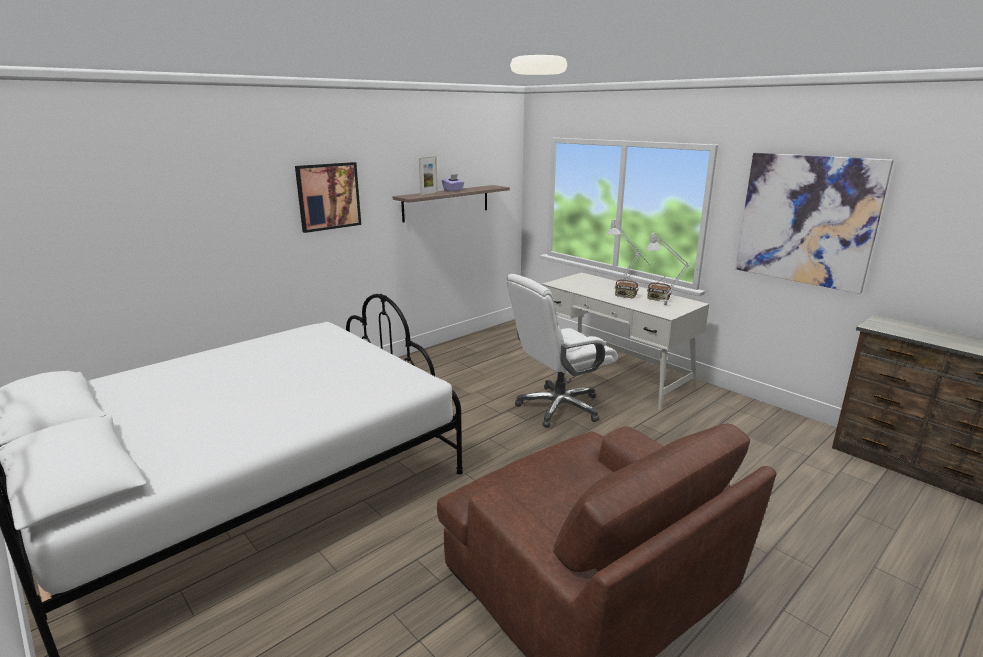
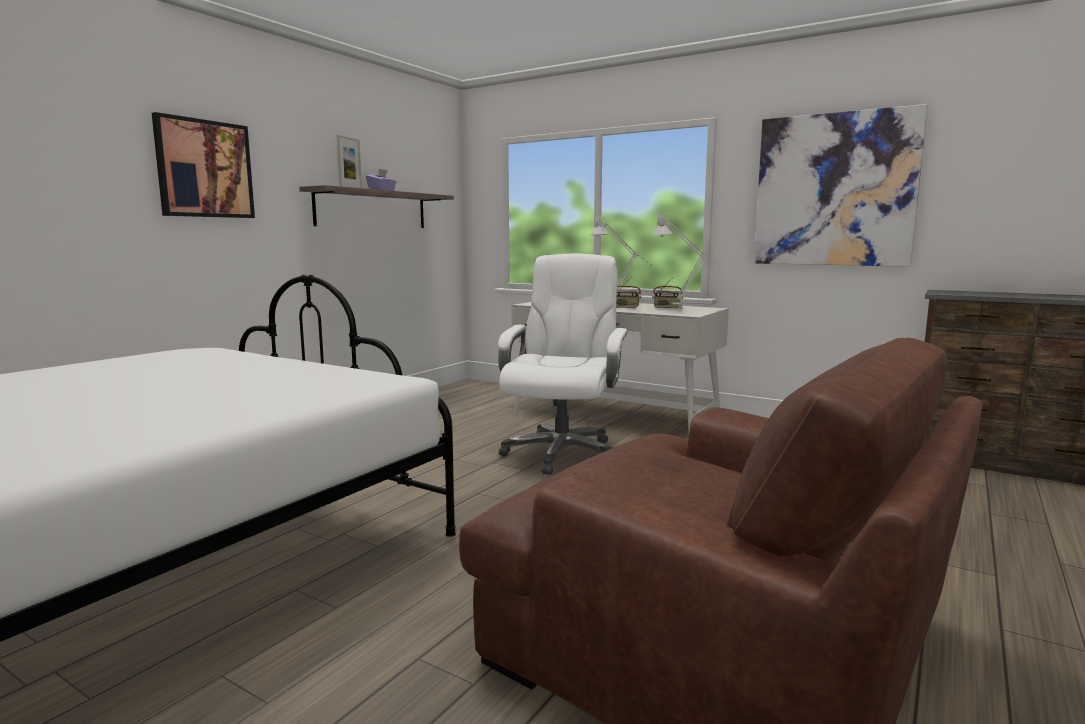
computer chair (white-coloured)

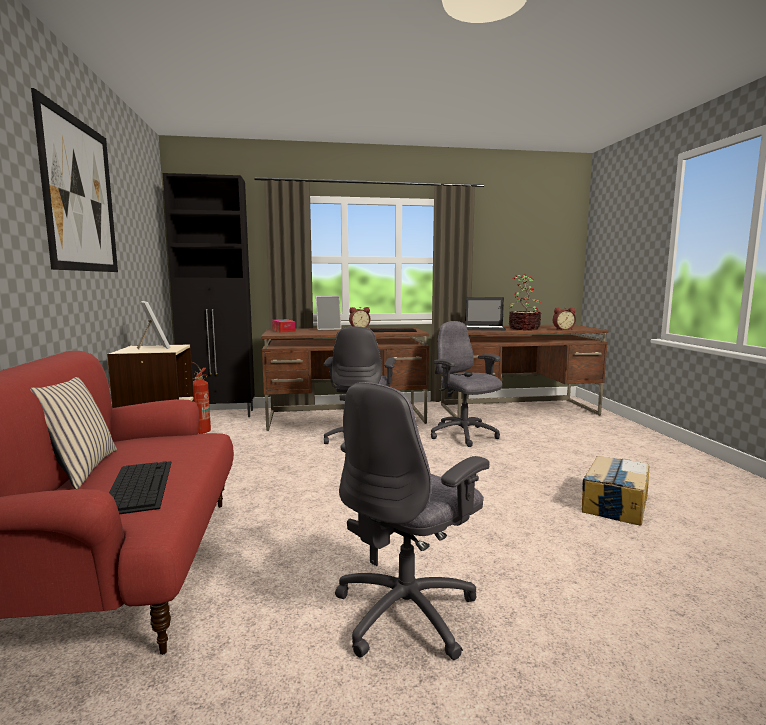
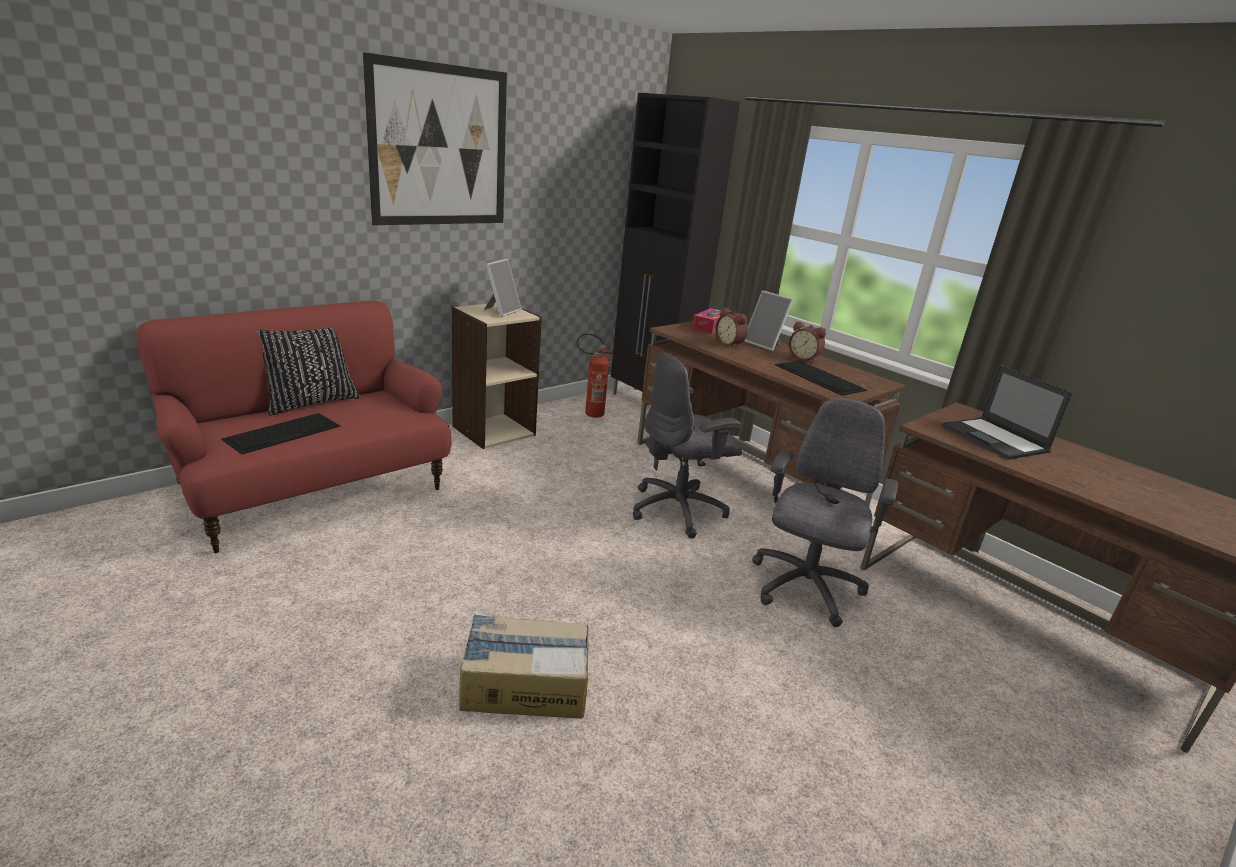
houseplant
table clock (1st from left)
throw pillow (blackish)
computer chair (grey) (2nd from left in the first image)
carton

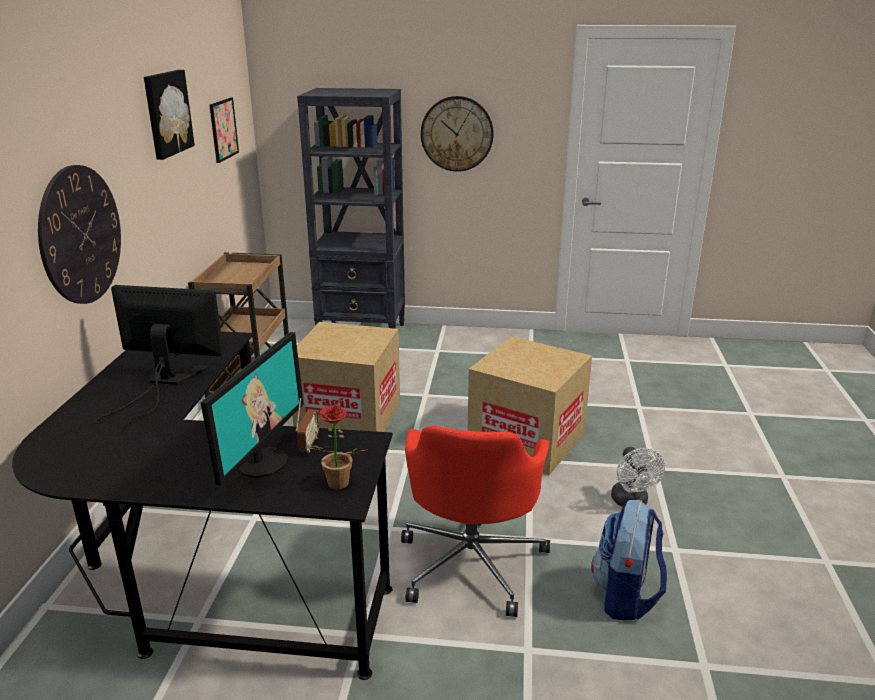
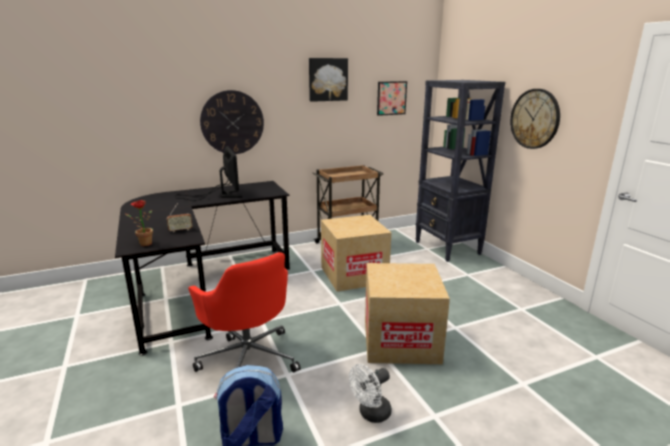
computer screen (2nd from left in the first image)
computer chair (red-coloured)

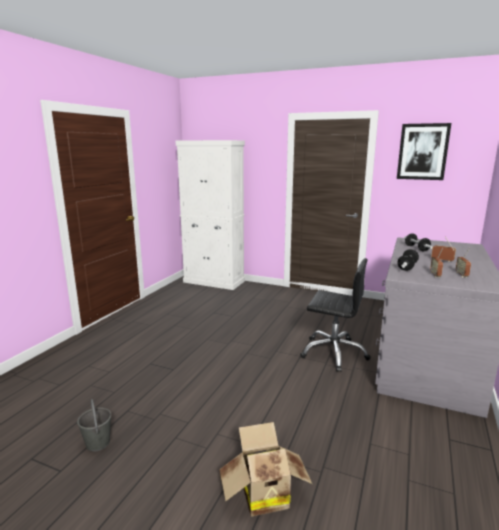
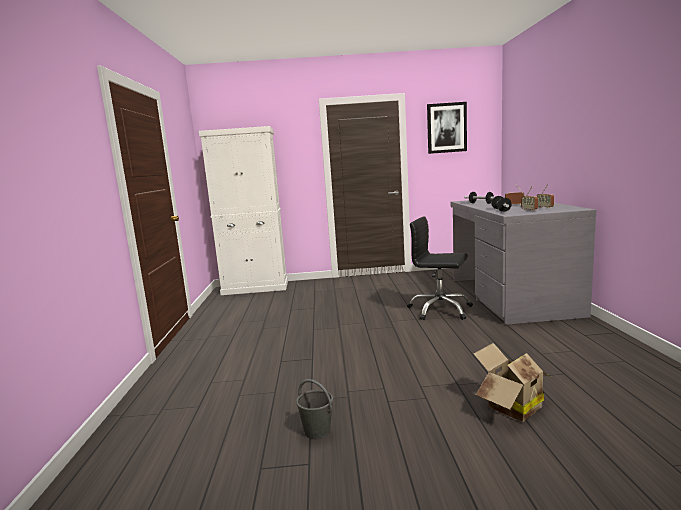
computer chair (blackish)

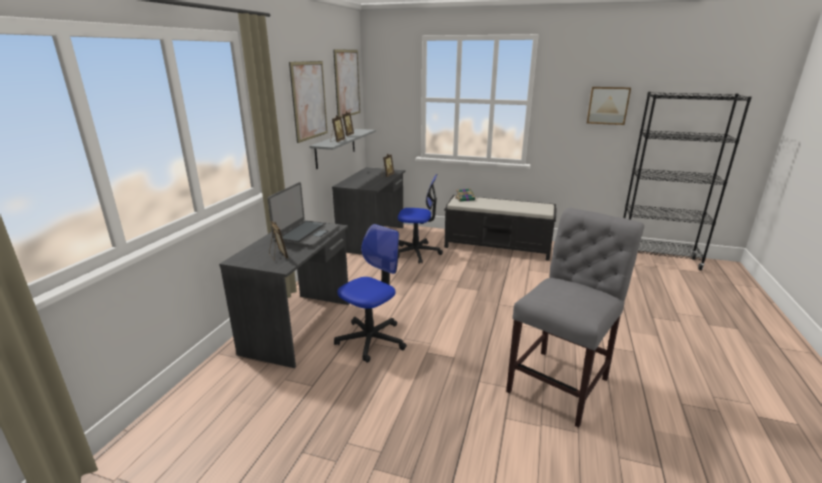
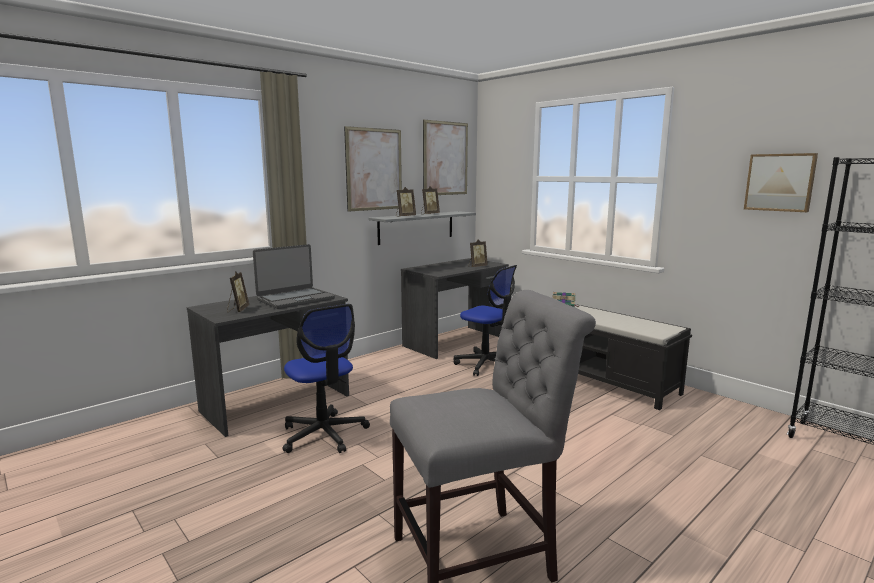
computer chair (1st from left)

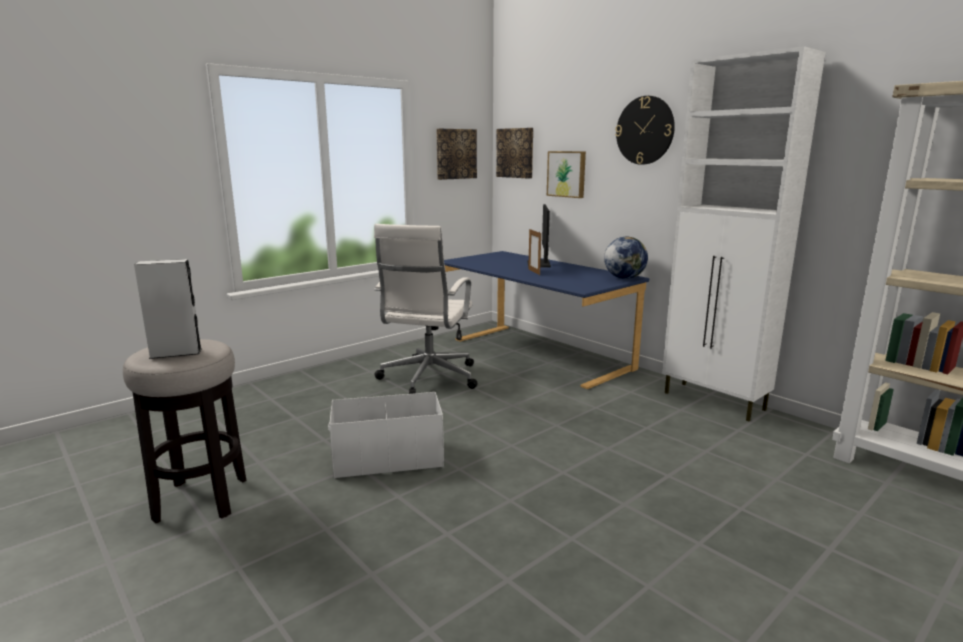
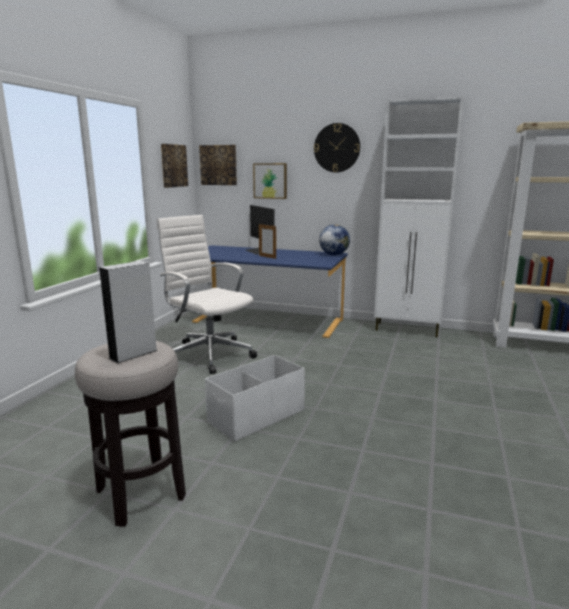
computer chair (white-coloured)

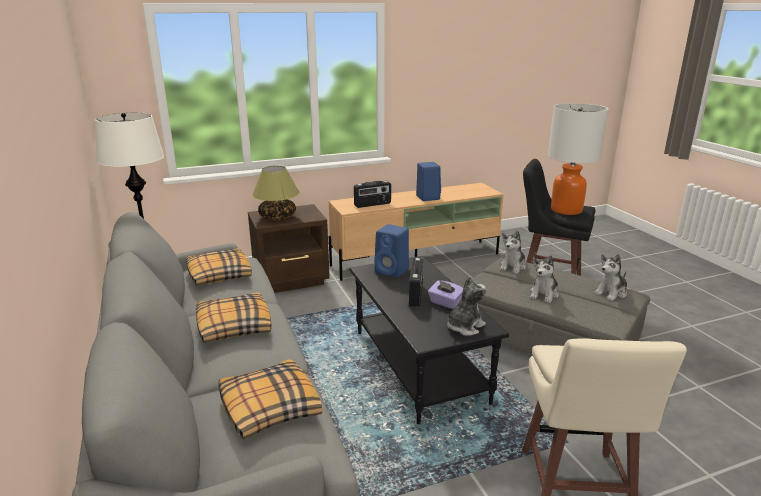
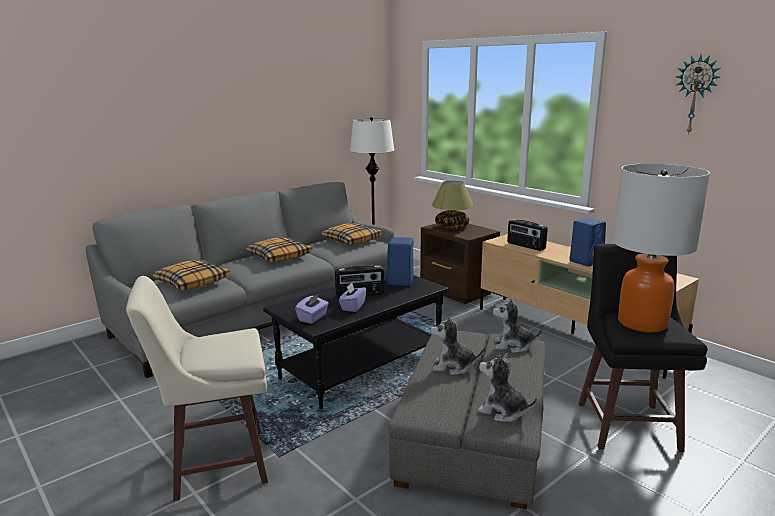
box of tissues (purplish) (1st from left)
wall clock

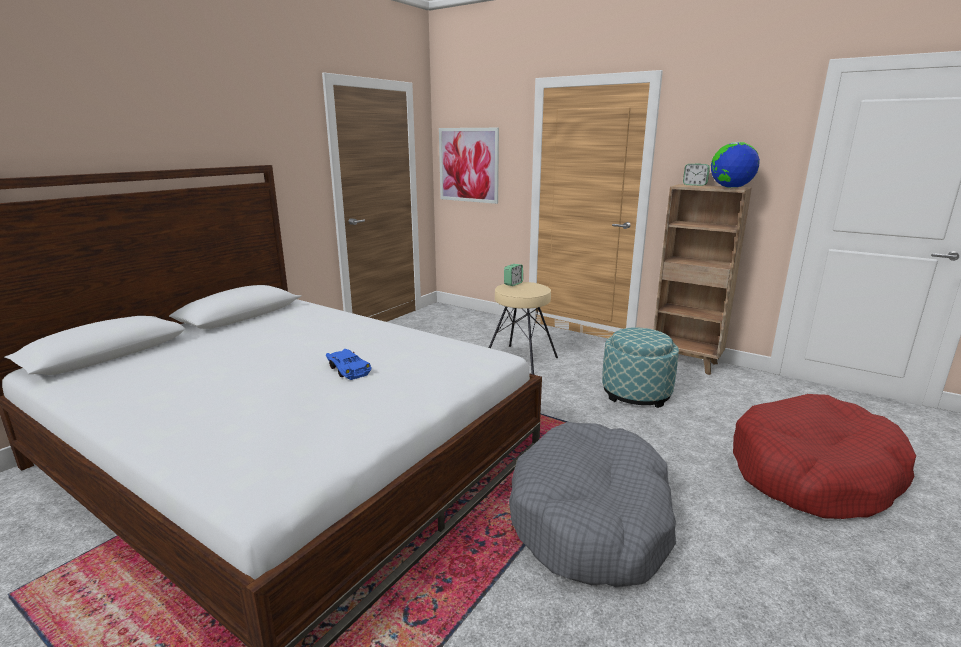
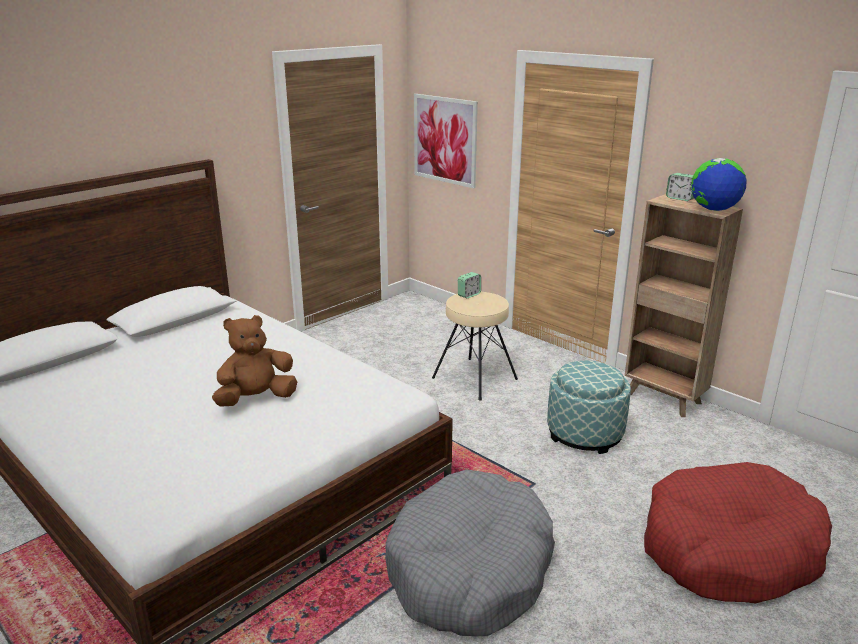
plush toy (brown)

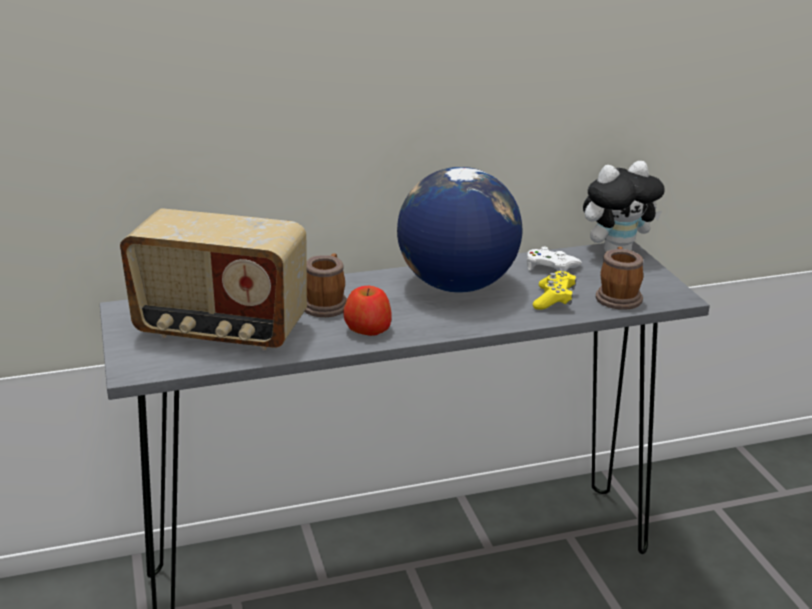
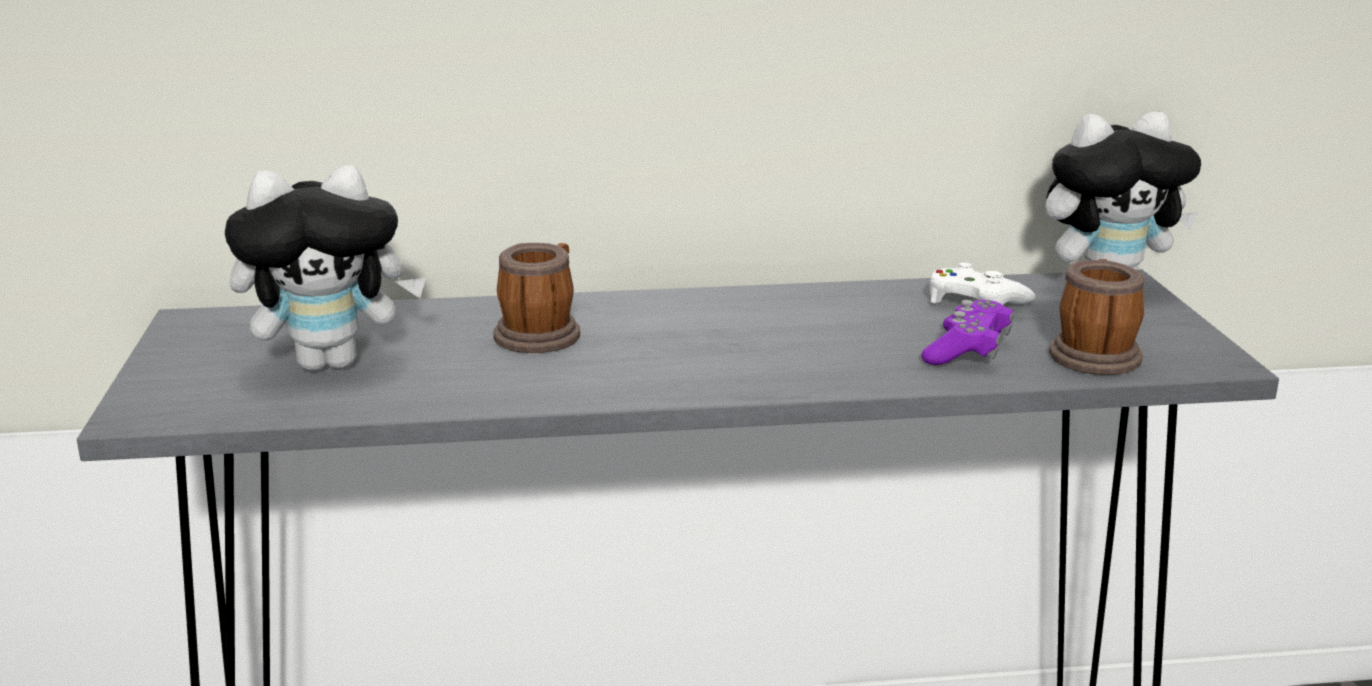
world globe
plush toy (1st from left)
game controller (purplish)
apple fruit

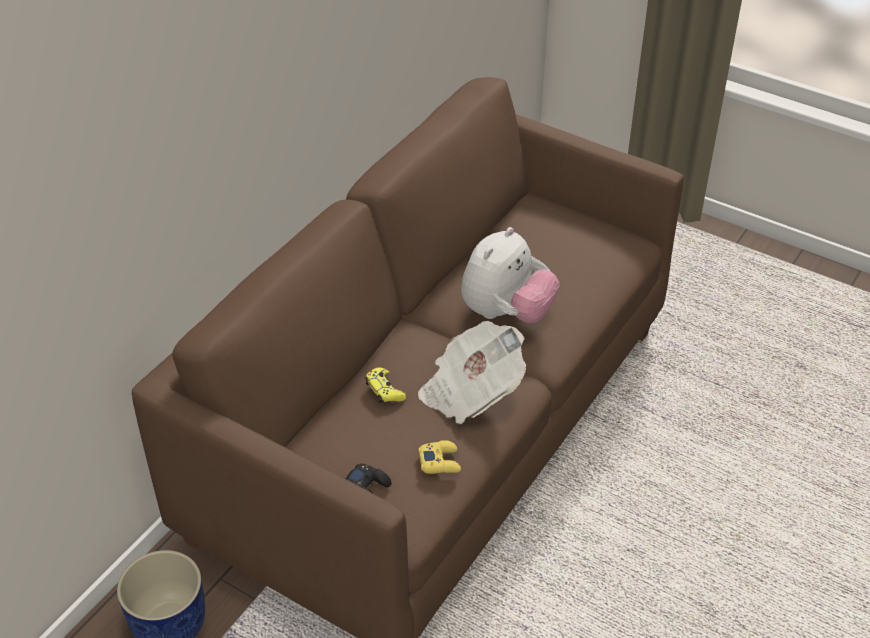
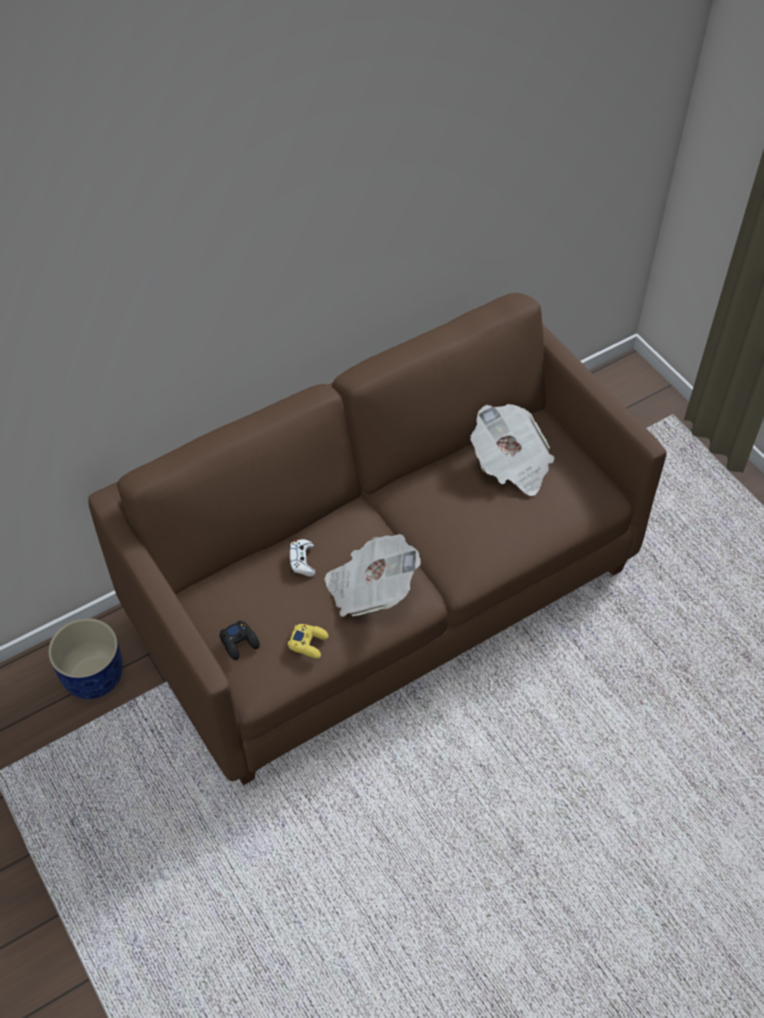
plush toy
game controller (white-coloured)
printed paper (2nd from left)

